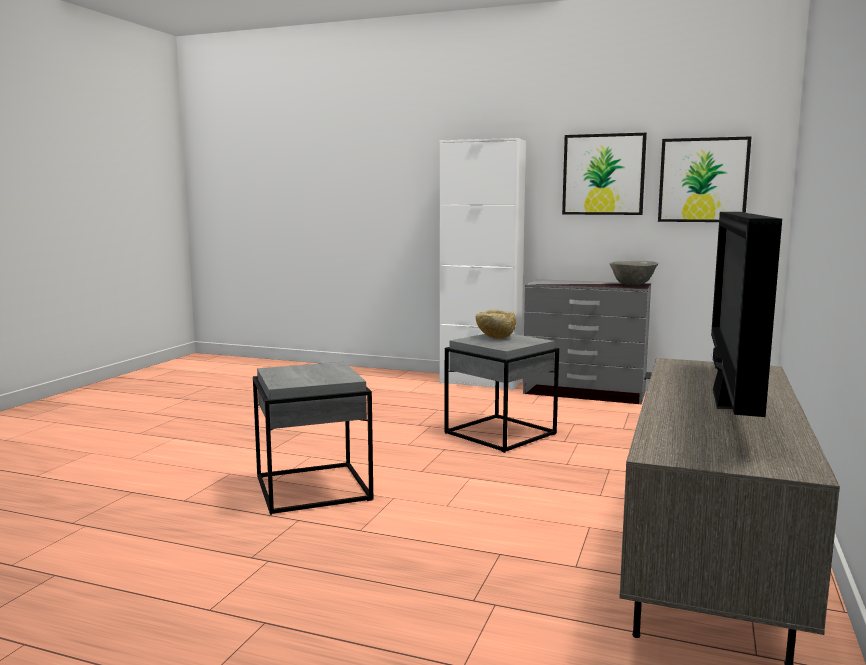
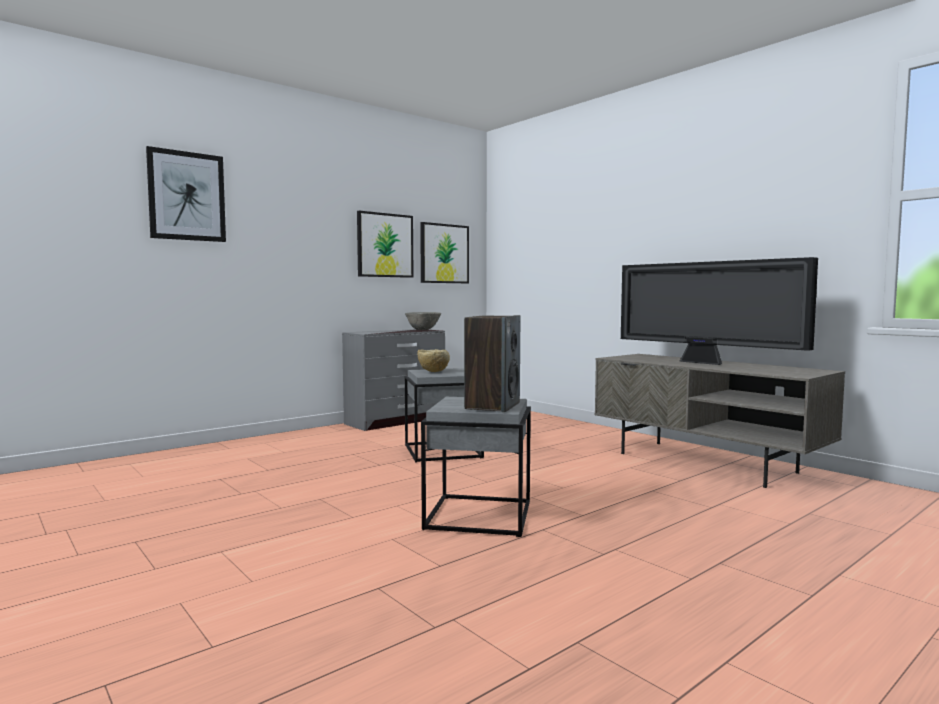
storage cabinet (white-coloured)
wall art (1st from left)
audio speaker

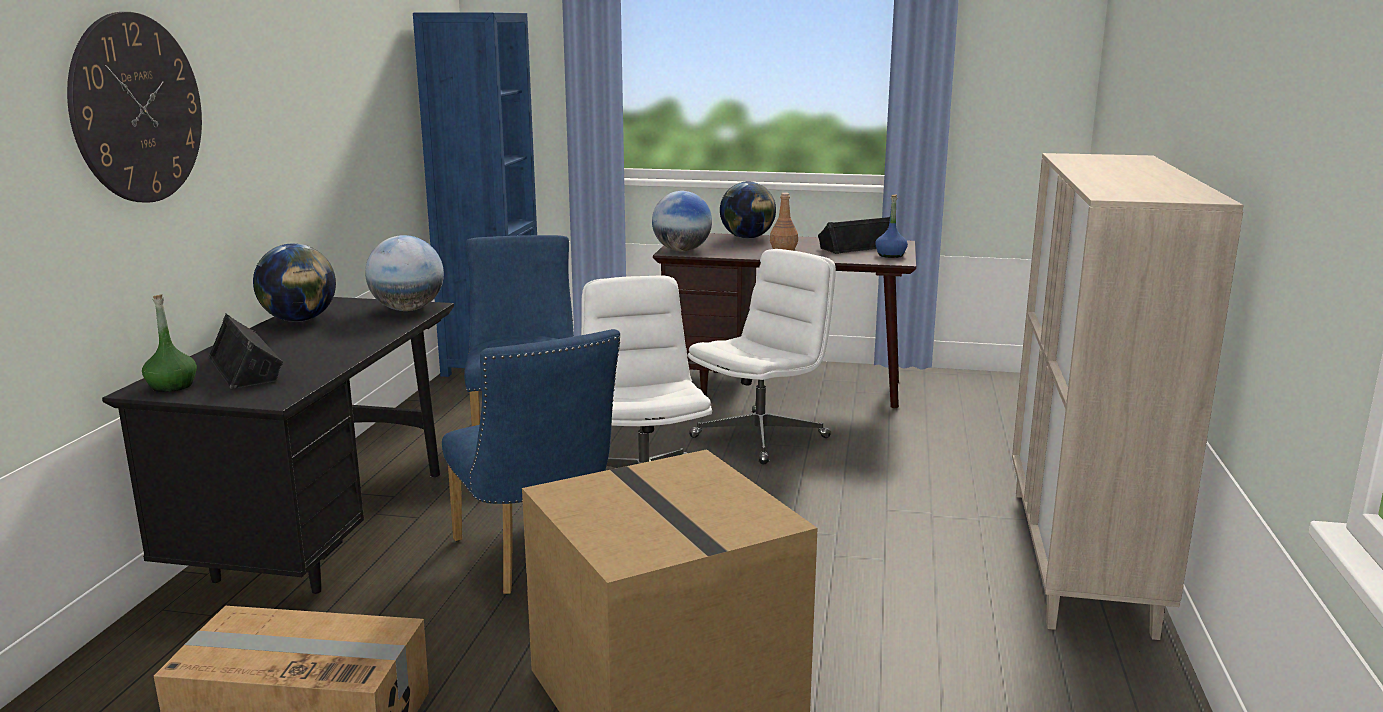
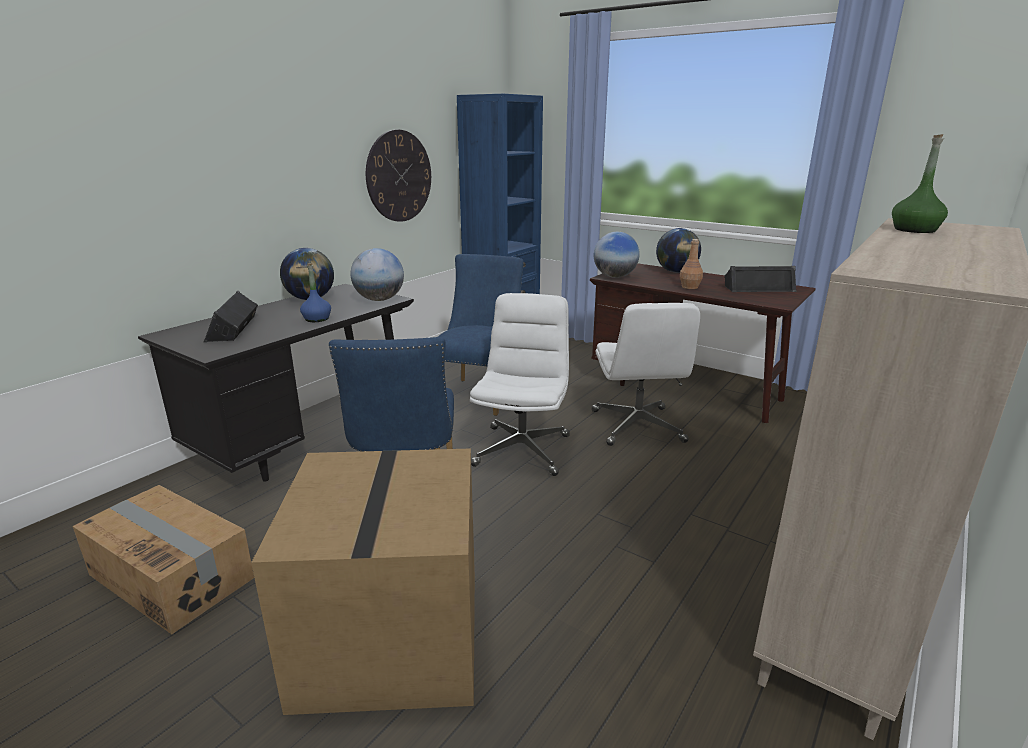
wall clock
drink bottle (blue)
computer chair (white-coloured) (2nd from left)
drink bottle (greenish)

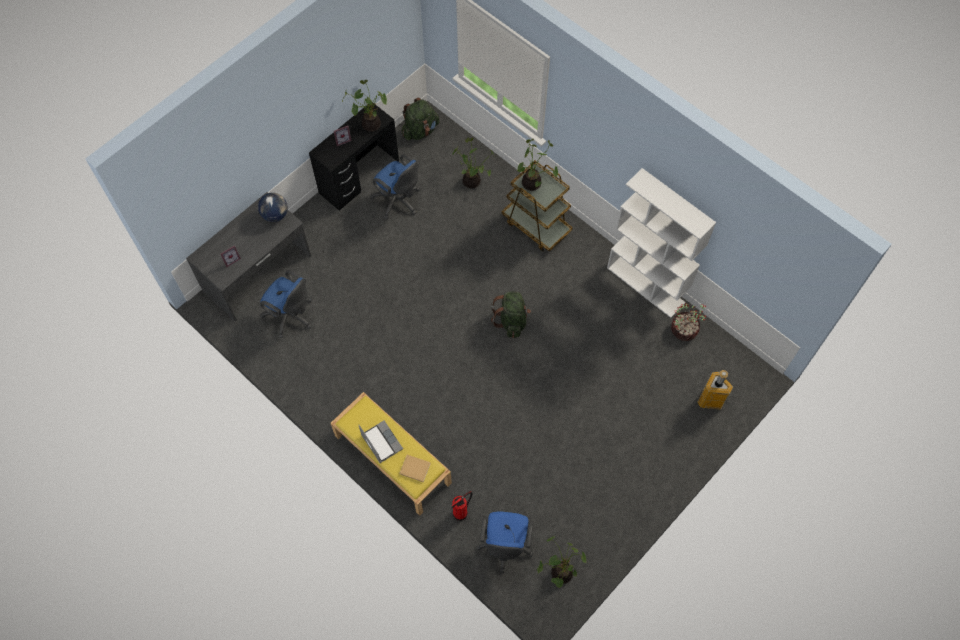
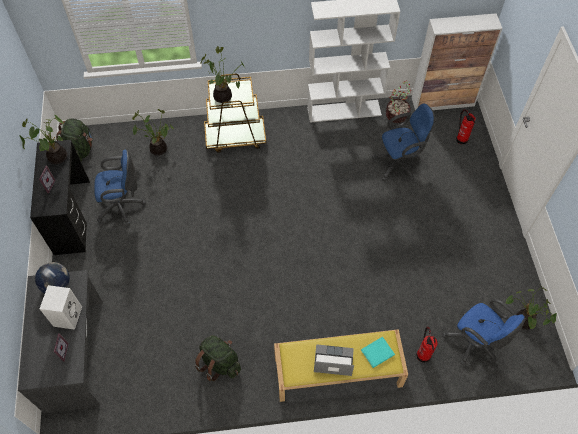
computer chair (blue) (2nd from left)
backpack (greenish) (2nd from left)
fire-fighting cylinder (2nd from left)
bound book (turquoise-coloured)
storage cabinet
audio speaker (white-coloured)

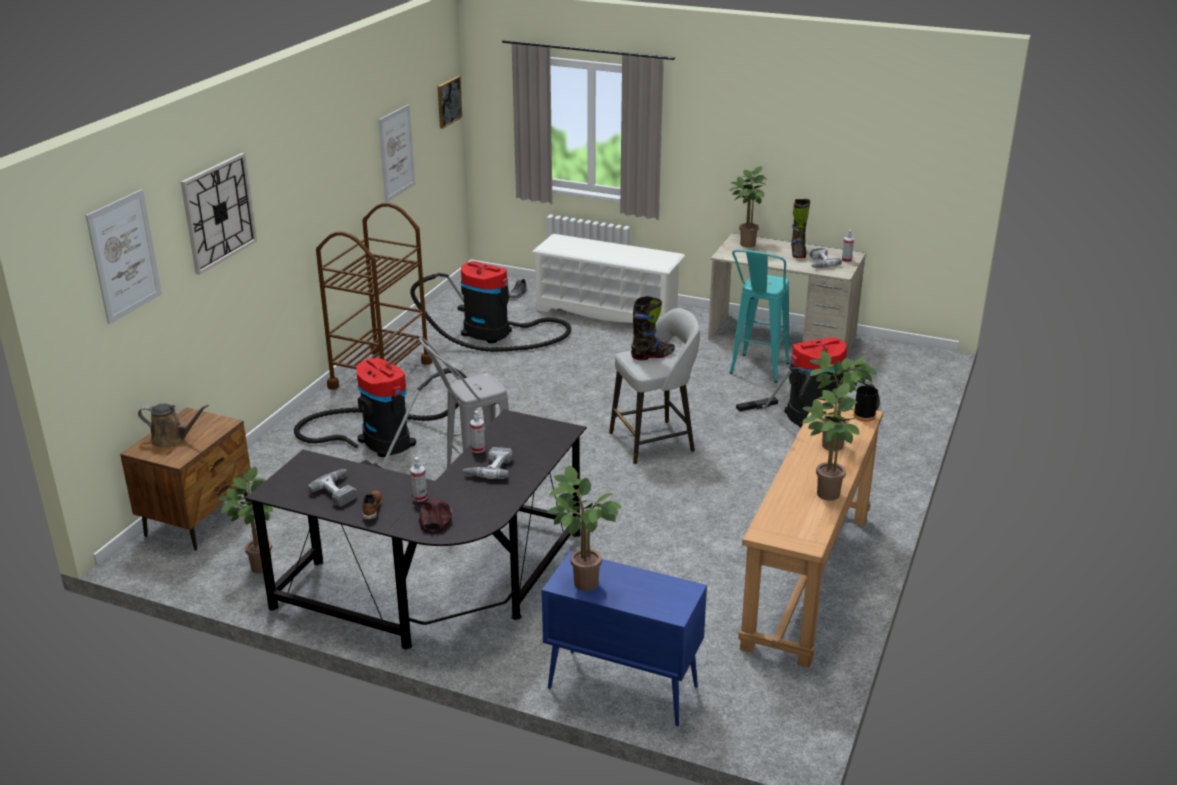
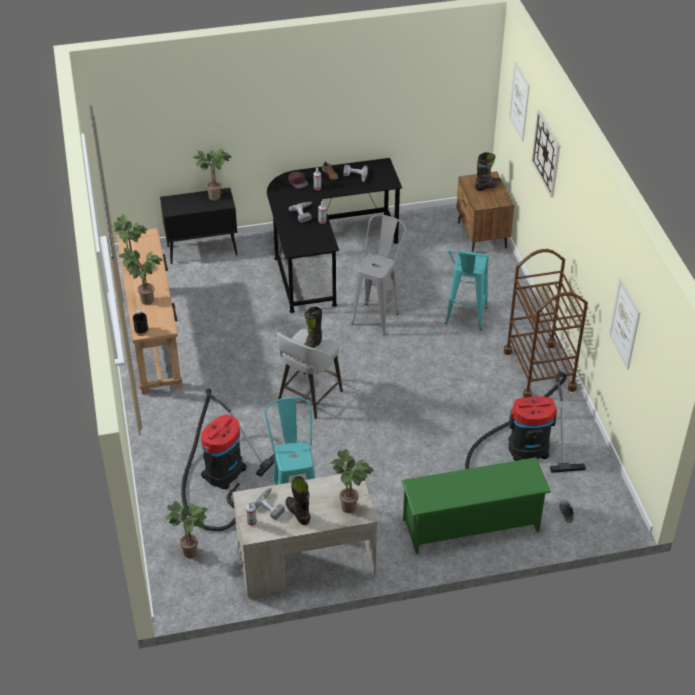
wall art (3rd from left in the first image)
shoe shelf (greenish)
stool (turquoise-coloured) (2nd from left)
boot (blackish) (3rd from left)
houseplant (3rd from left)
storage cabinet (blackish)

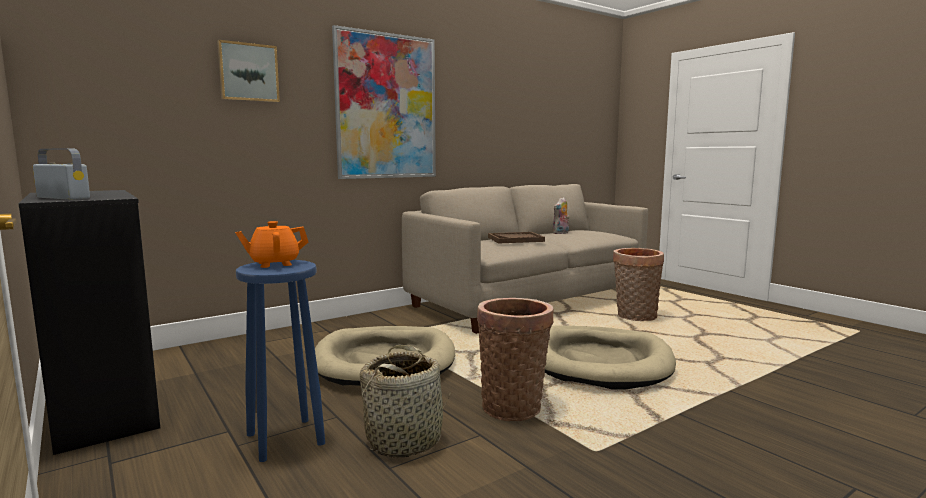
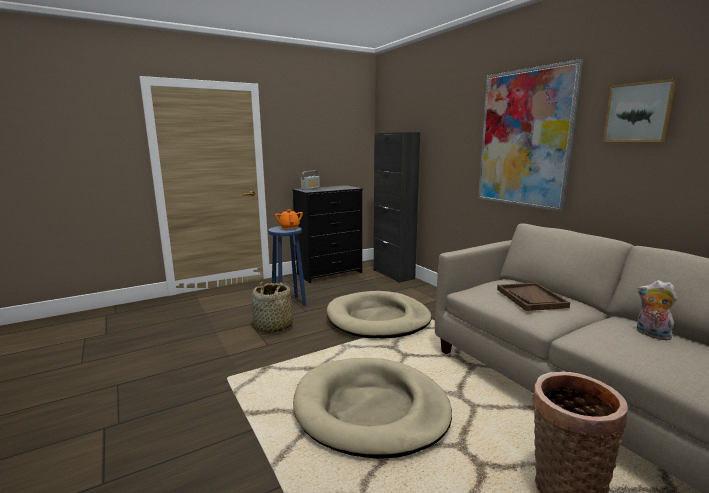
wall art (2nd from left)
household basket (2nd from left in the first image)
storage cabinet (blackish)

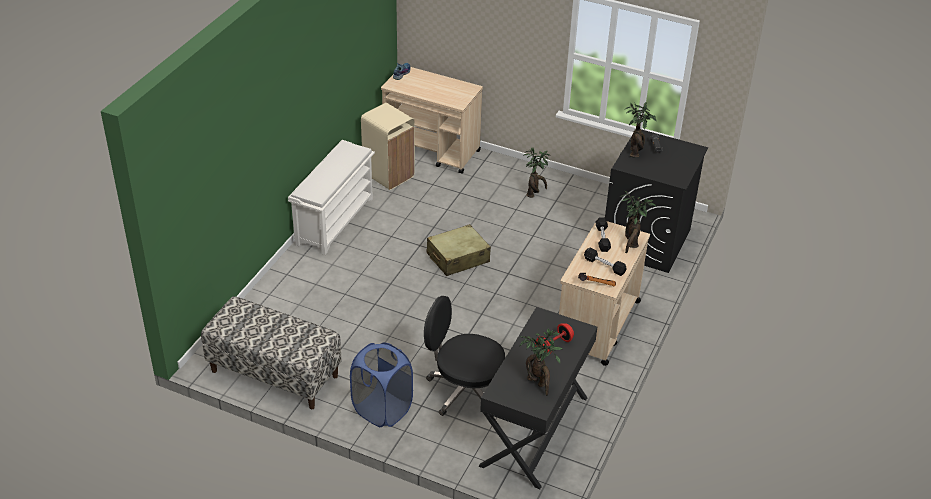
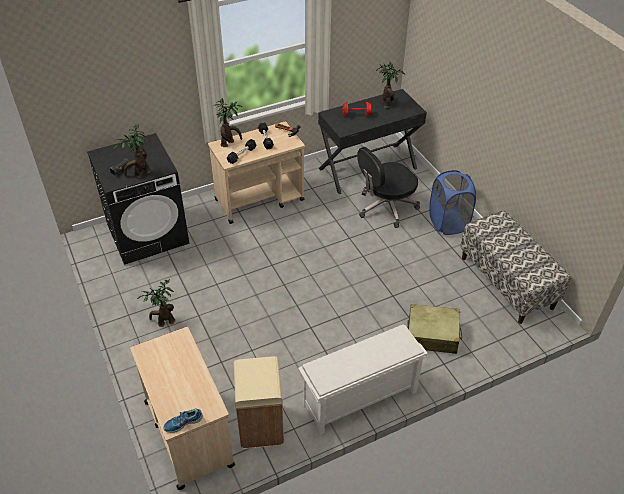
suitcase (beige)
computer chair (blackish)

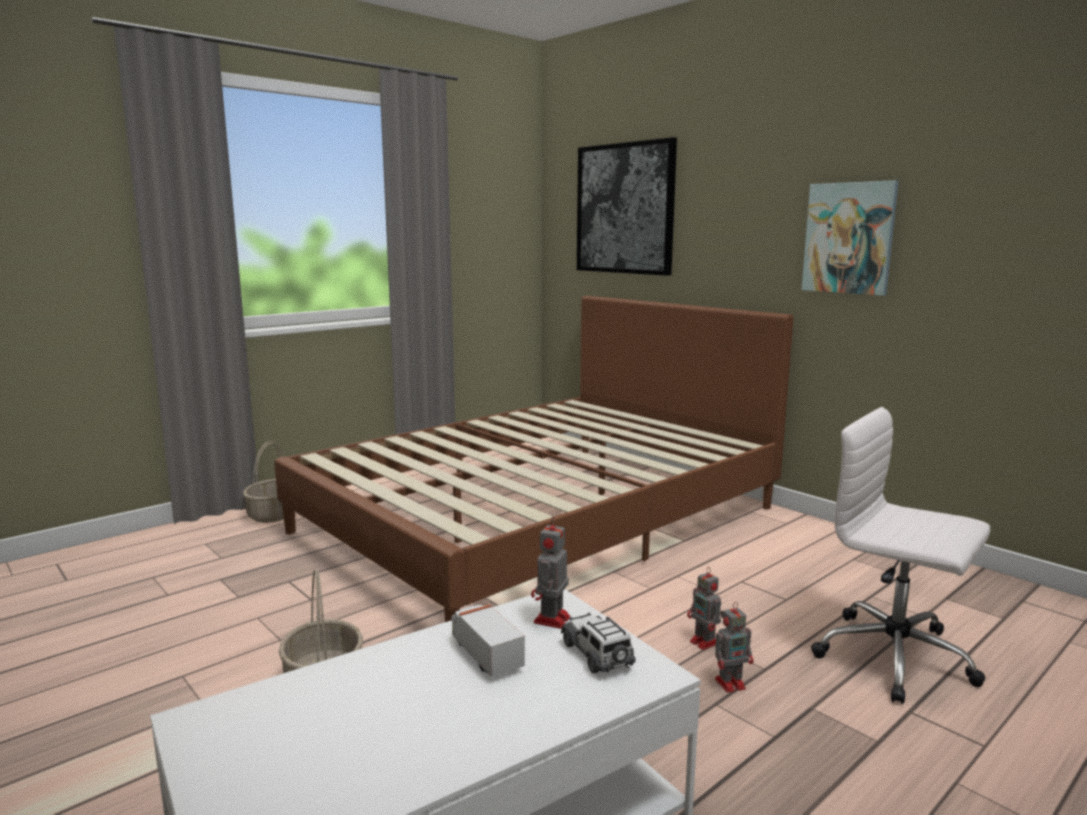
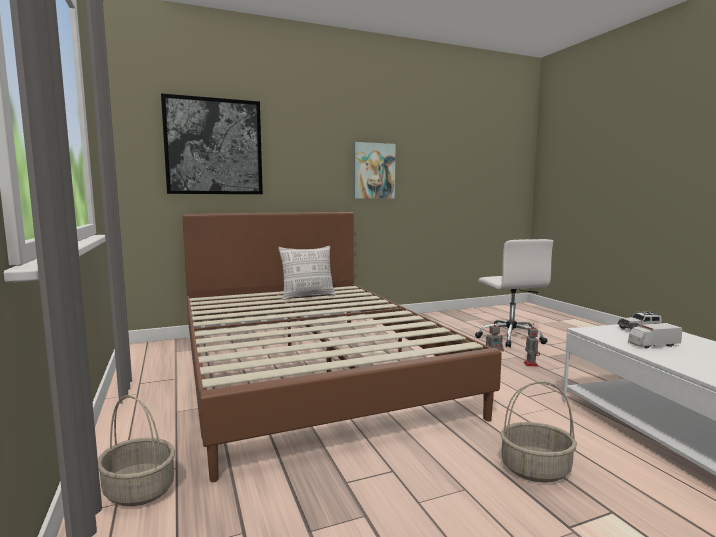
computer chair (white-coloured)
toy robot (1st from left in the first image)
throw pillow

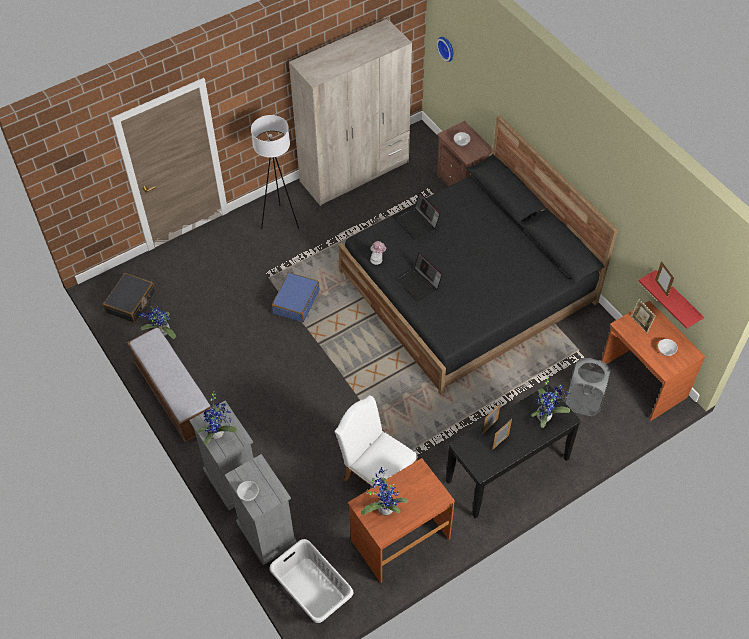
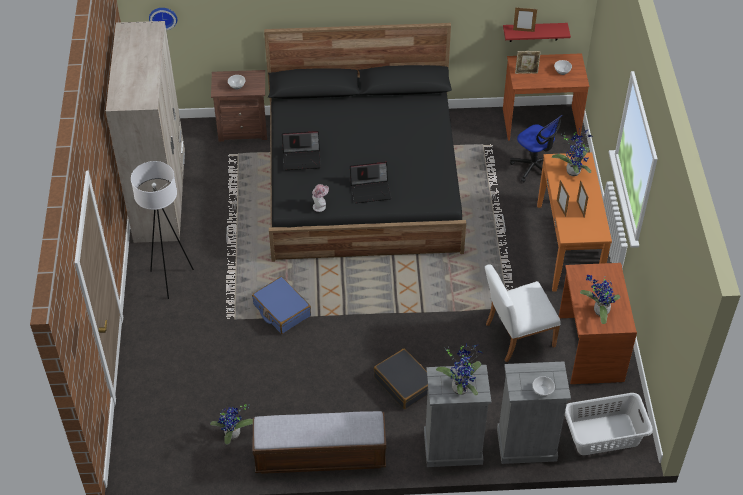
suitcase (blackish)
computer chair
narrow table (orange-coloured)

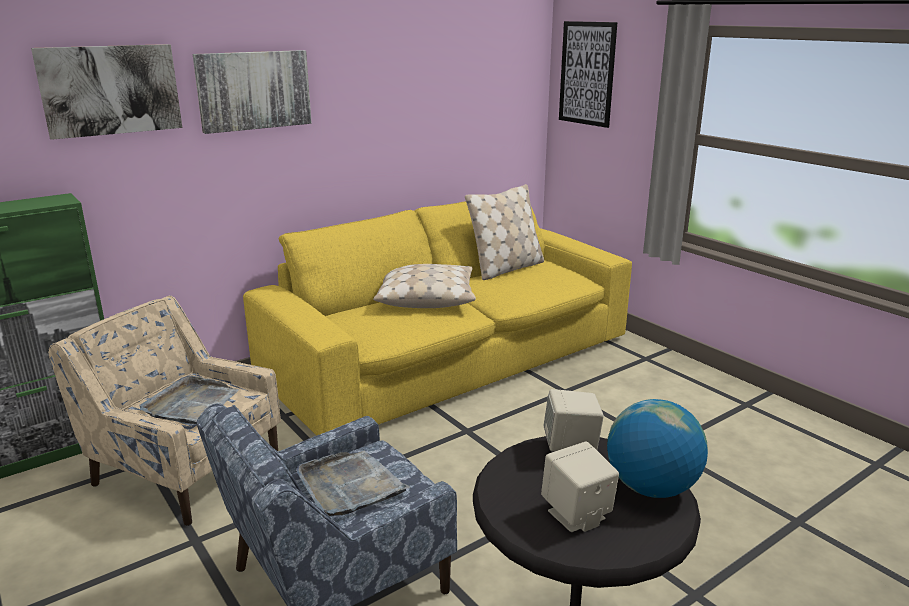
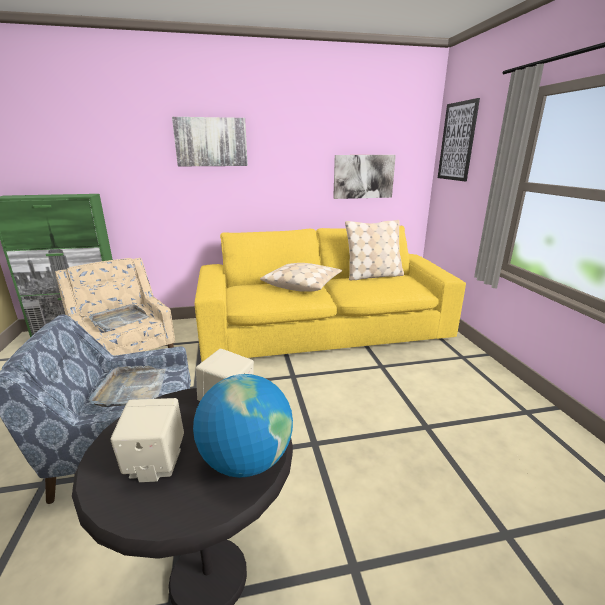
wall art (2nd from left)

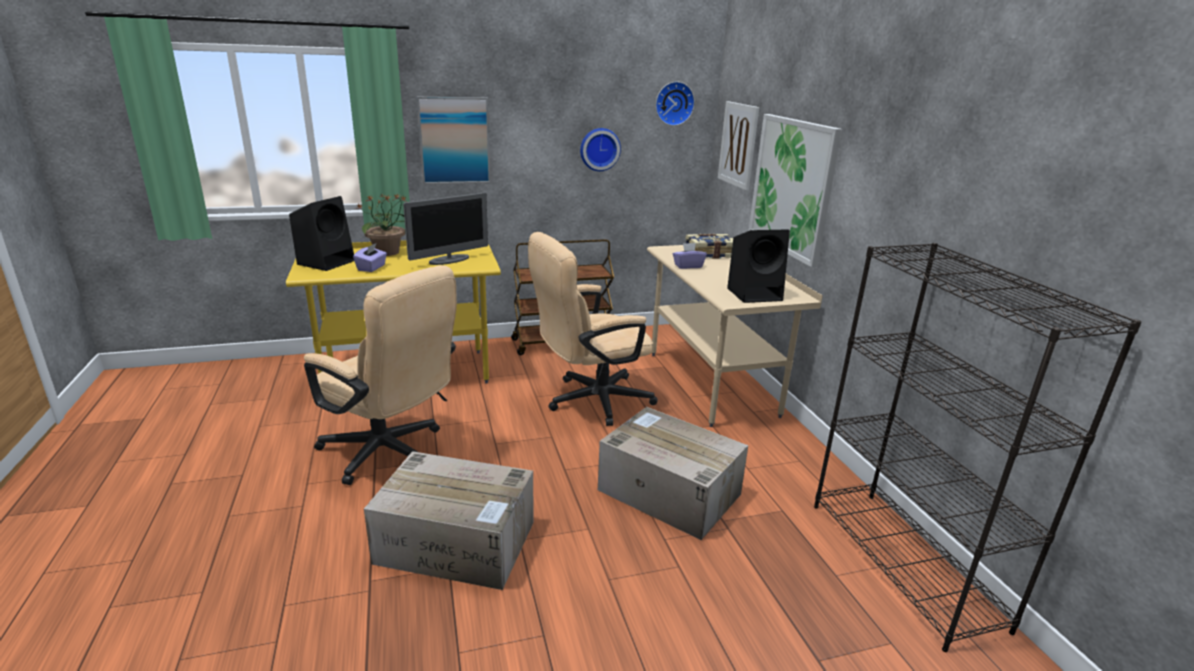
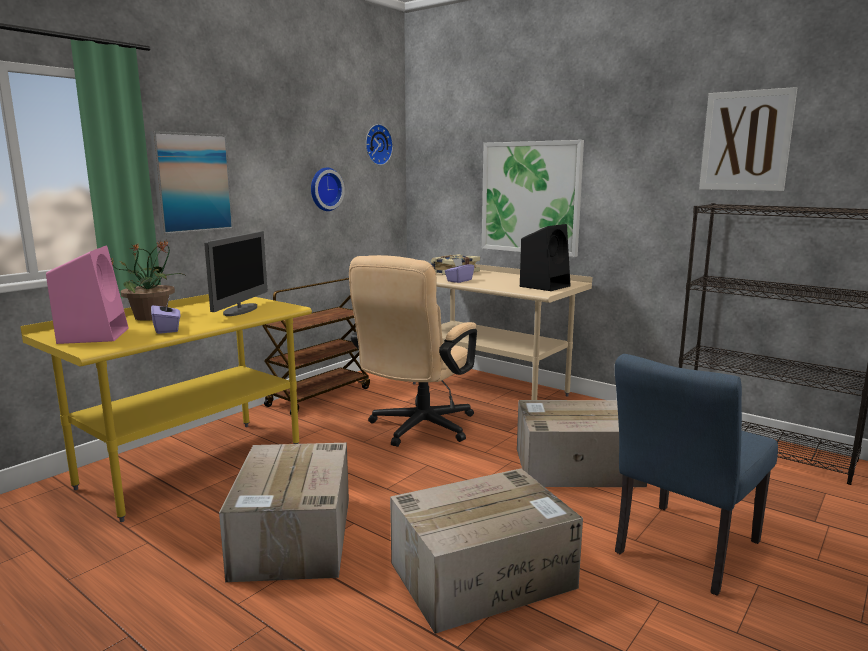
wall art (3rd from left)
audio speaker (pinkish)
carton (1st from left)
plain chair (blue)

